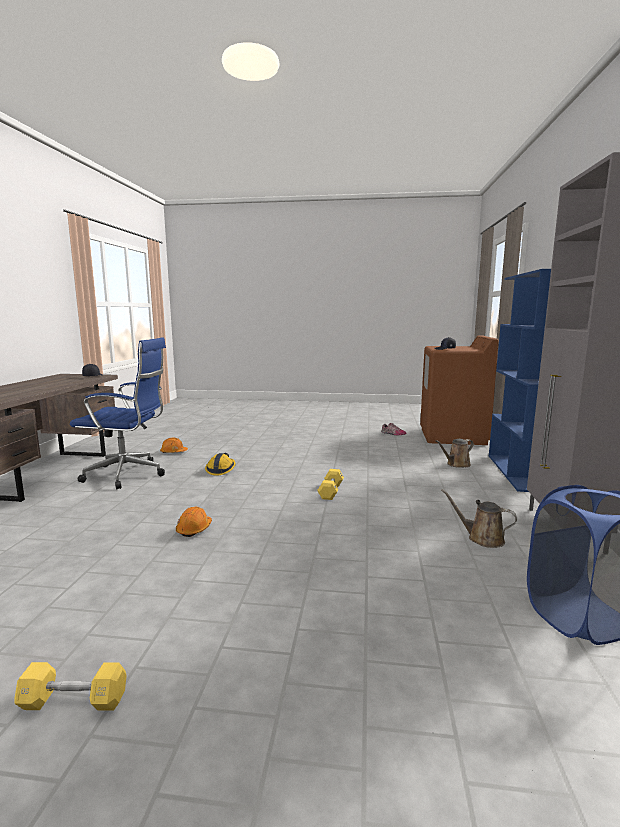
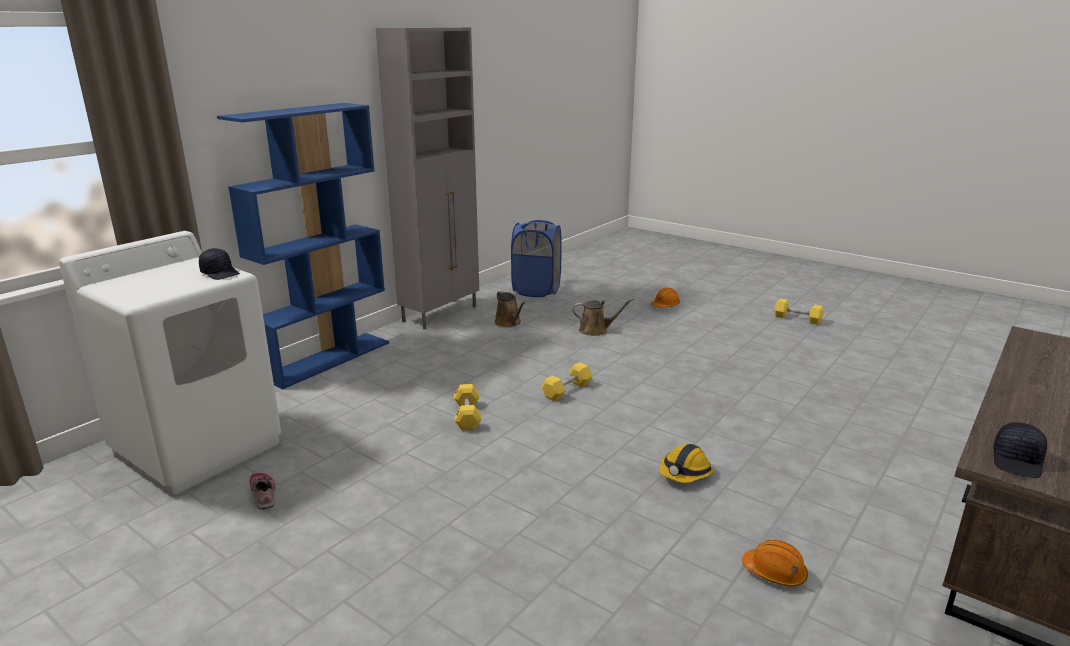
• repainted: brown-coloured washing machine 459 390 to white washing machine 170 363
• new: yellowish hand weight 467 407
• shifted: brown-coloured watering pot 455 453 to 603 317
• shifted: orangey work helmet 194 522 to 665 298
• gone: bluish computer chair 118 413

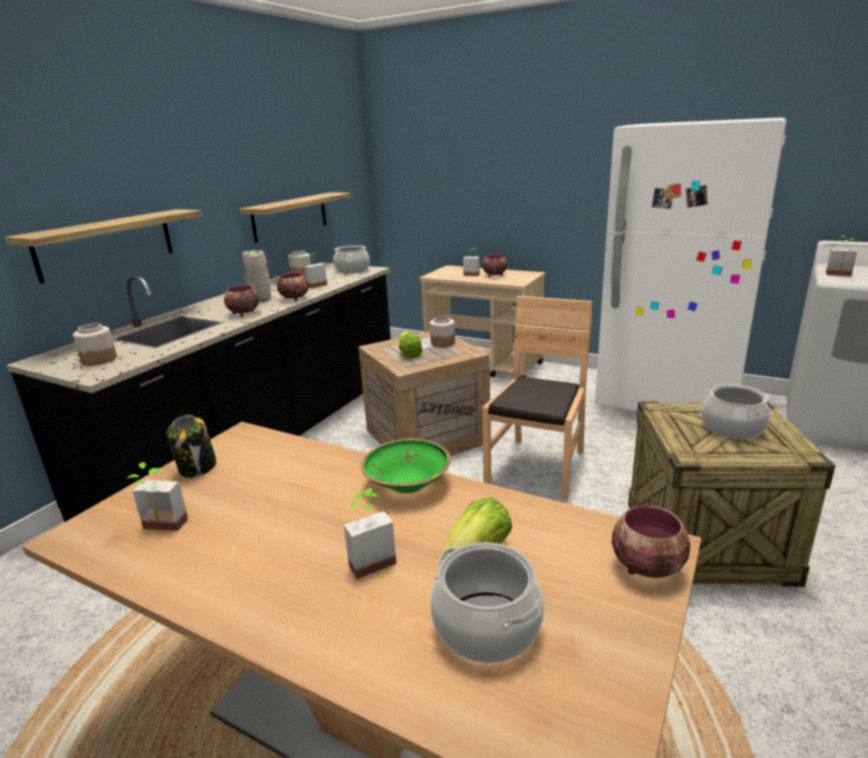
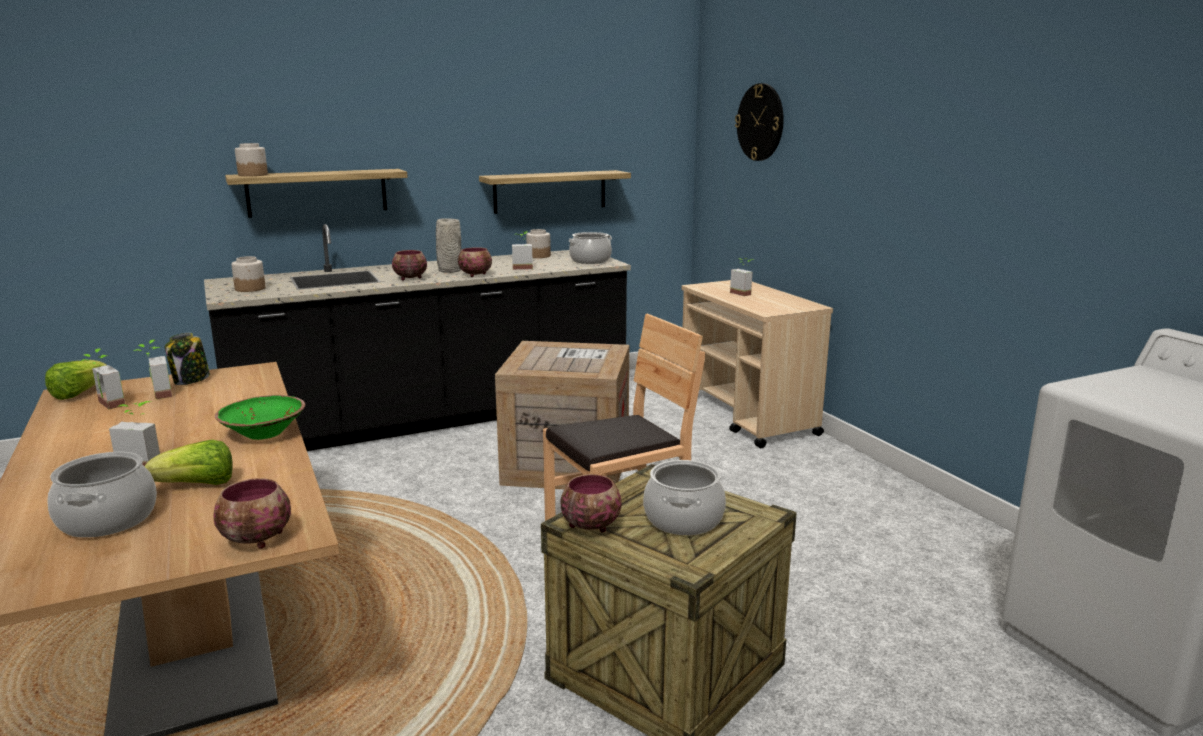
• shifted: lettuce 410 344 to 76 380
• shifted: plant in a pot 841 255 to 153 369
• shifted: preserve jar 442 331 to 251 159
• shifted: serving bowl 494 266 to 591 503
• new: hanging clock 759 122
• gone: white refrigerator 690 264

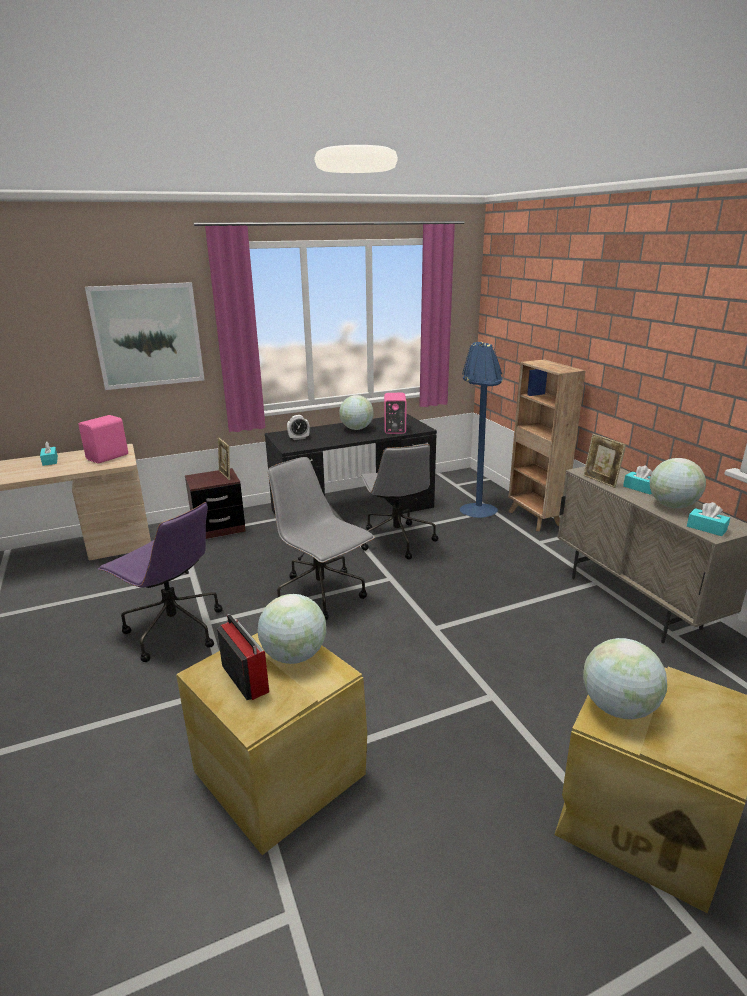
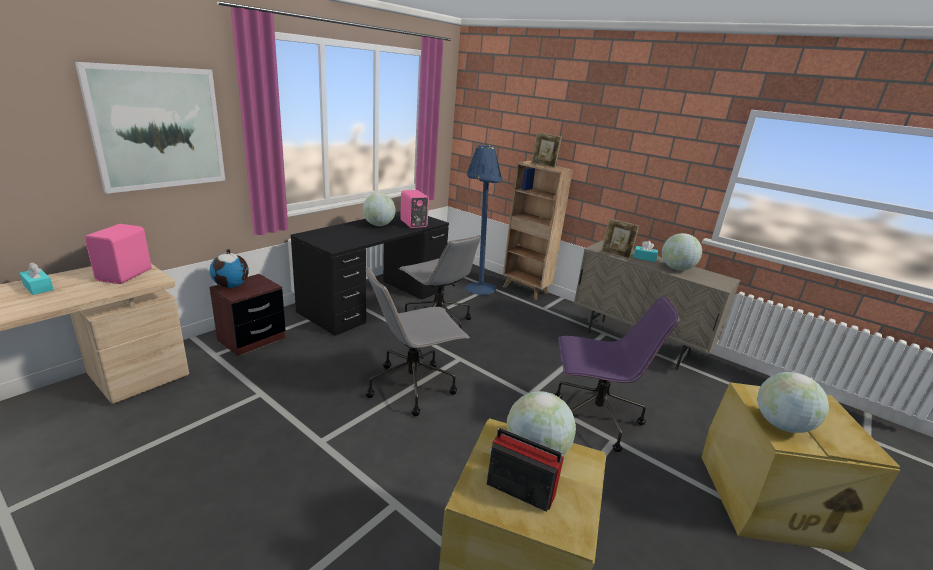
• new: globe 229 268
• rotated: gray computer chair 321 538 = 418 341 45 degrees counterclockwise
• shifted: standing frame 224 458 to 546 150
• shifted: purple computer chair 160 582 to 617 374
• gone: alarm clock 298 427
• gone: turquoise box of tissues 708 519

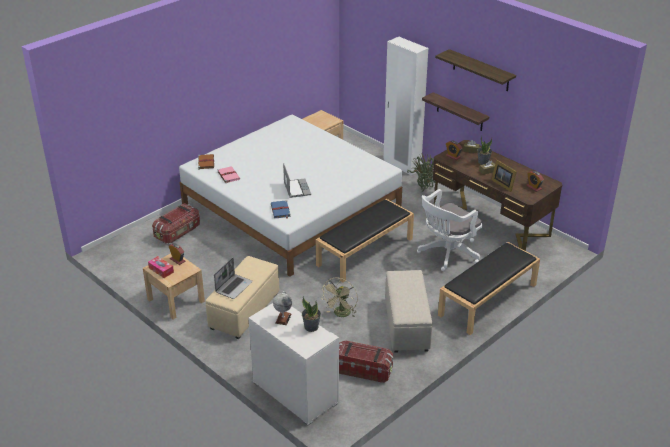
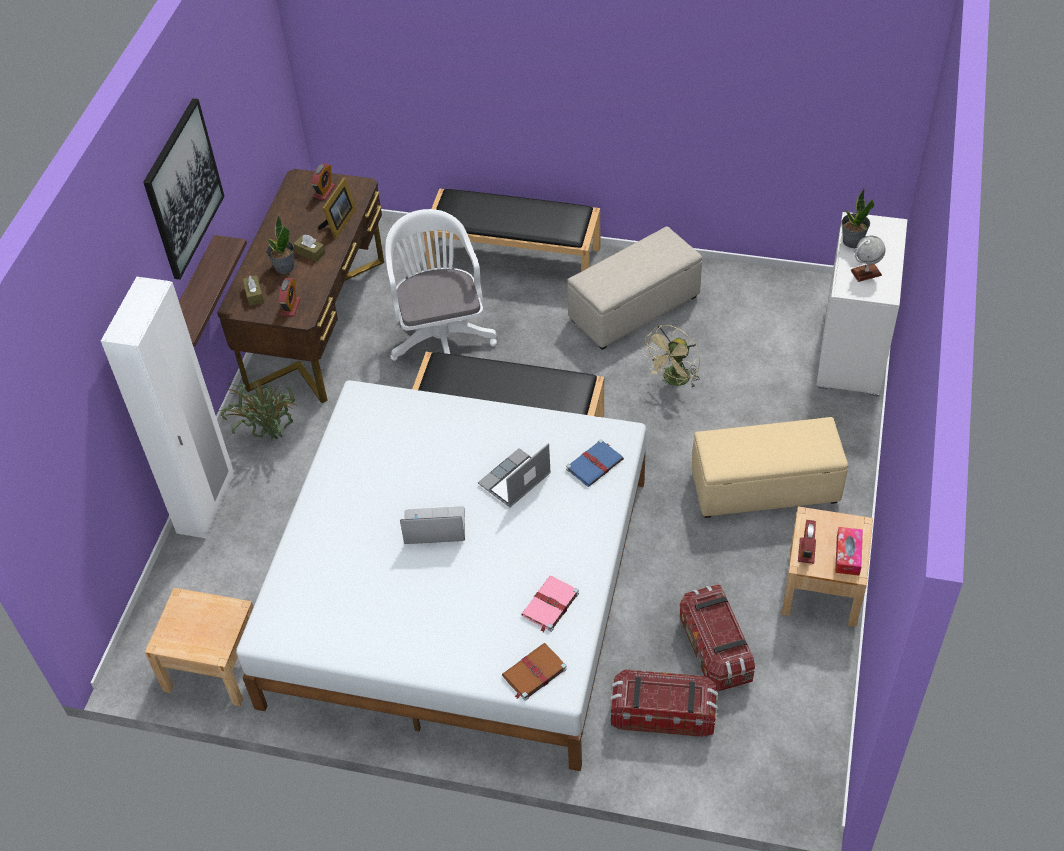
• swapped: bracket shelf 475 70 to wall picture 183 189
• rotated: white computer chair 449 230 = 441 285 120 degrees counterclockwise
• shifted: notebook computer 233 278 to 432 525
• rotated: beige-coloured electric fan 340 297 = 671 356 135 degrees clockwise
• shifted: storage box 366 362 to 717 637

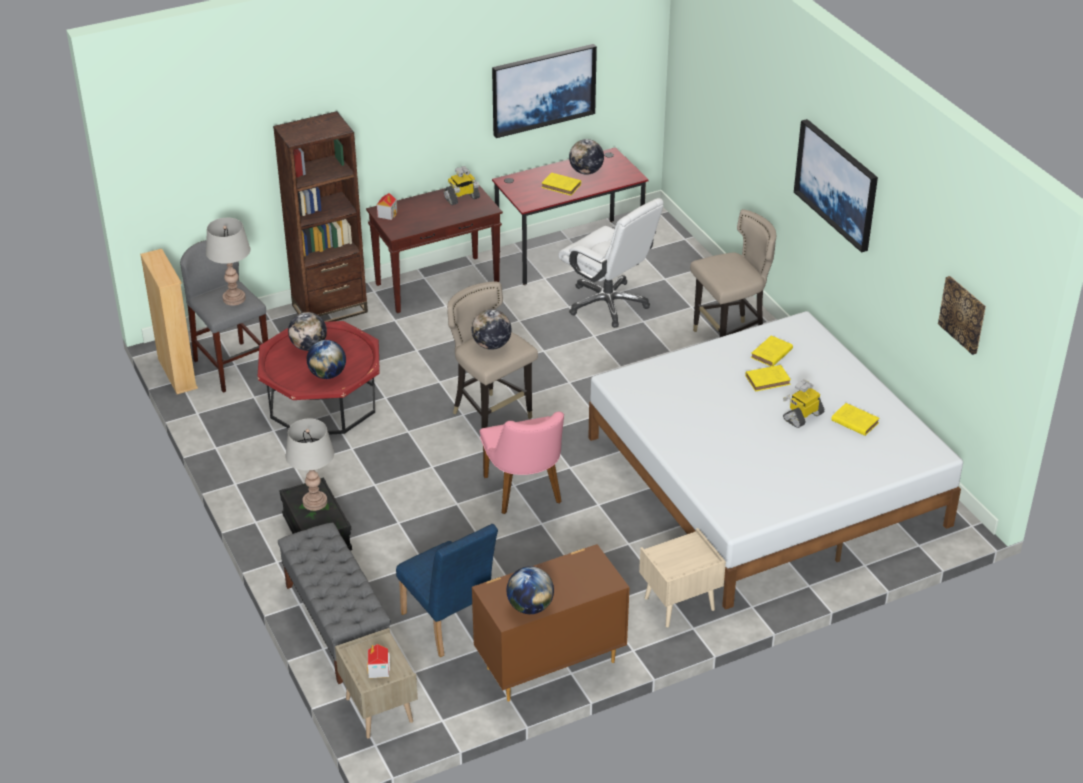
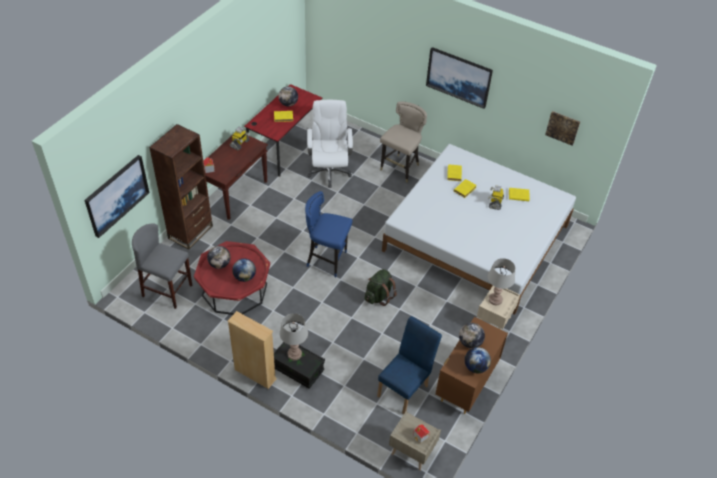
• shifted: wall picture 544 91 to 117 196
• shifted: beige-coloured bookcase 169 321 to 252 350
• repainted: beige-coloured stool 492 355 to bluish stool 329 234
• rotated: white computer chair 611 263 = 330 143 105 degrees counterclockwise
• swapped: pink chair 522 463 to green rucksack 381 287
• rotated: bluish chair 447 590 = 409 365 75 degrees counterclockwise
• shifted: globe 491 329 to 472 335
• shifted: gray table lamp 228 262 to 501 281
• gone: gray indoor bench 334 603

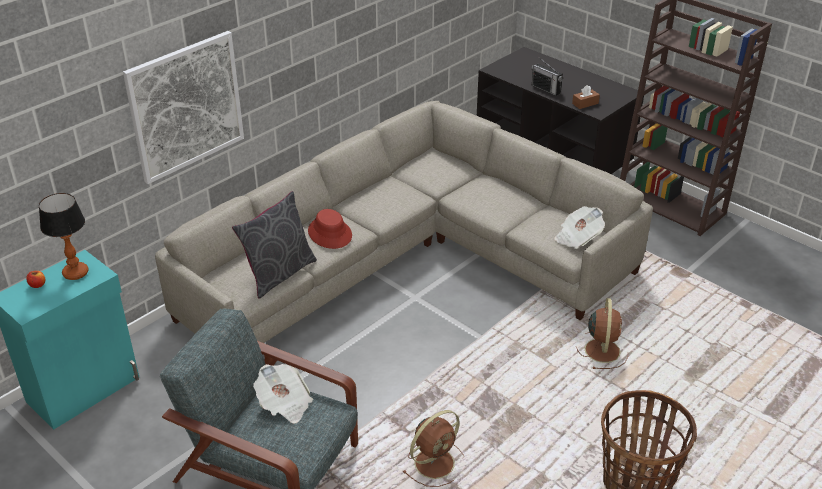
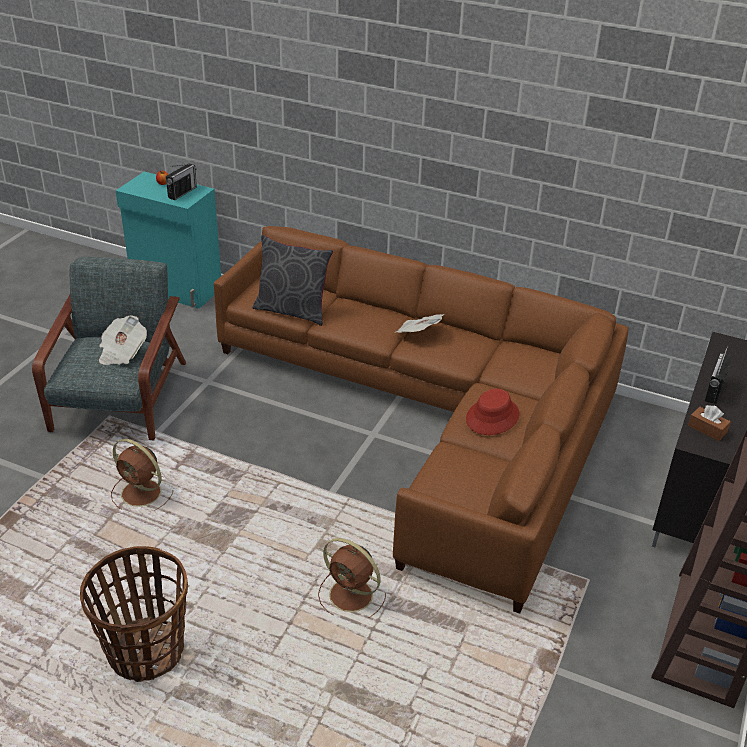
• swapped: table lamp 64 236 to radio receiver 181 182
• repainted: gray sofa 404 222 to brown-coloured sofa 421 420
• rotated: brown-coloured electric fan 602 333 = 352 578 45 degrees clockwise
• shifted: printed paper 579 227 to 420 323
• shifted: red-coloured hat 330 229 to 492 412
• gone: wall picture 183 107

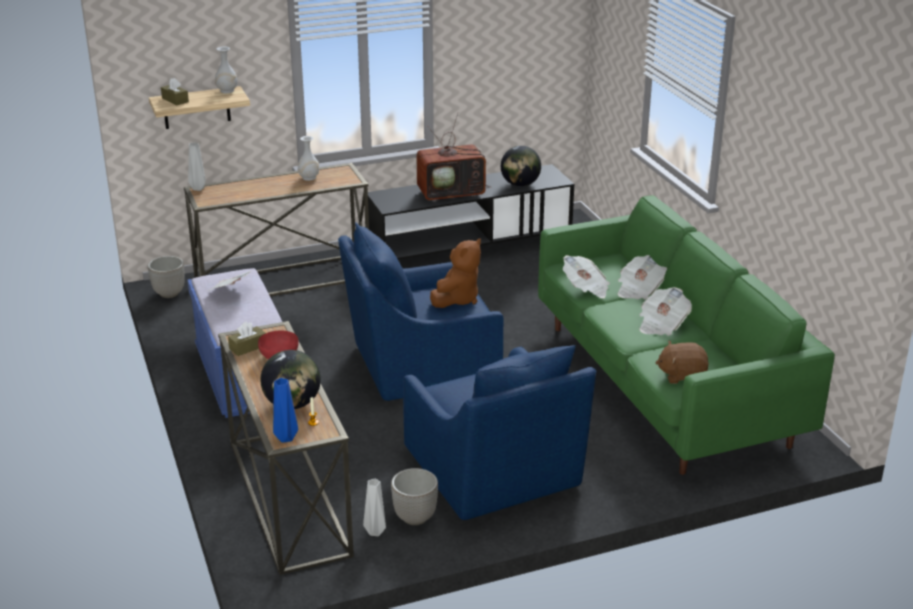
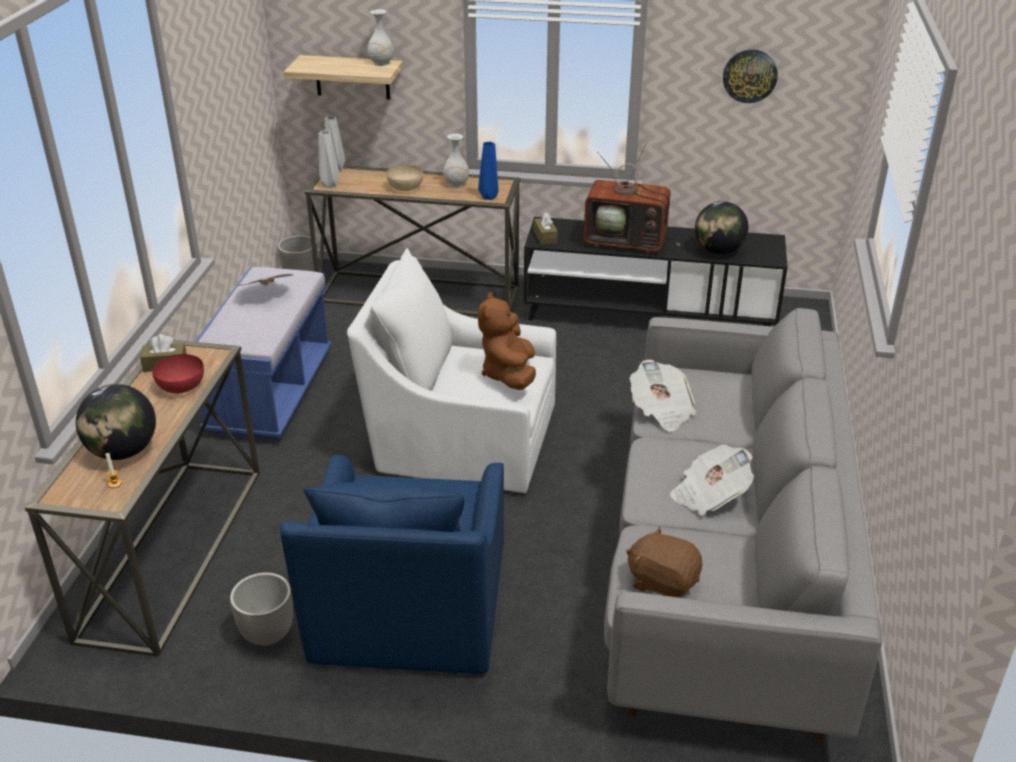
• shifted: gray vase 374 507 to 329 159
• repainted: bluish armchair 420 311 to white armchair 451 370
• new: beige-coloured serving bowl 404 178
• shifted: bluish vase 285 410 to 488 171
• rotated: brown-coloured soft toy 455 273 = 507 341 120 degrees clockwise
• shifted: brown-coloured box of tissues 175 91 to 546 228
• repainted: green sofa 686 335 to gray sofa 743 524
• new: hanging clock 750 76
• gone: printed paper 642 277

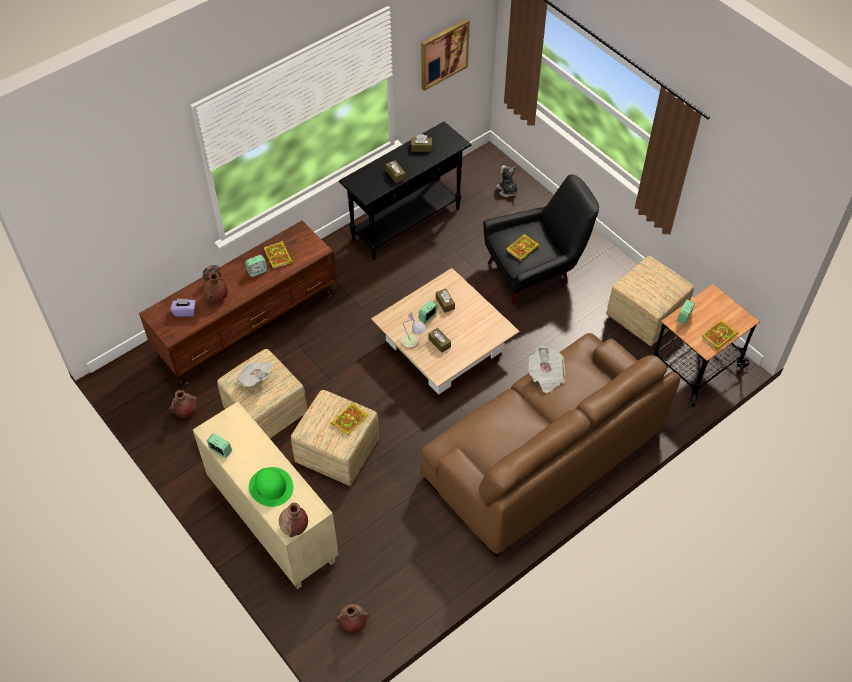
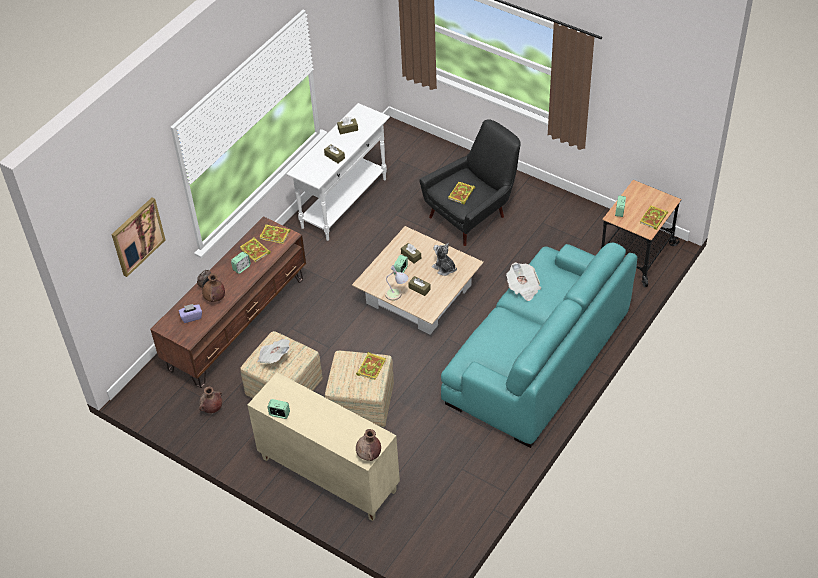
• shifted: wall picture 445 55 to 138 237
• new: volume 275 234
• repainted: black-coloured hall table 405 190 to white hall table 338 172
• shifted: soft toy 507 181 to 444 259
• repainted: brown-coloured sofa 550 445 to turquoise sofa 539 345
• gone: green hat 271 487
• gone: brown-coloured vase 352 618
• gone: ottoman 650 301

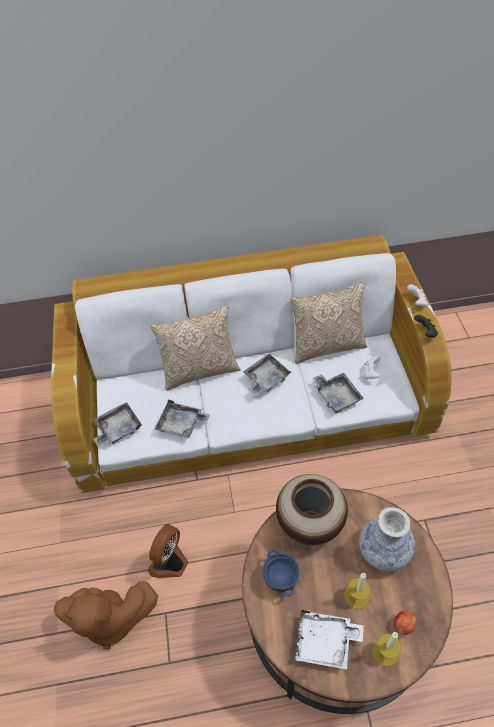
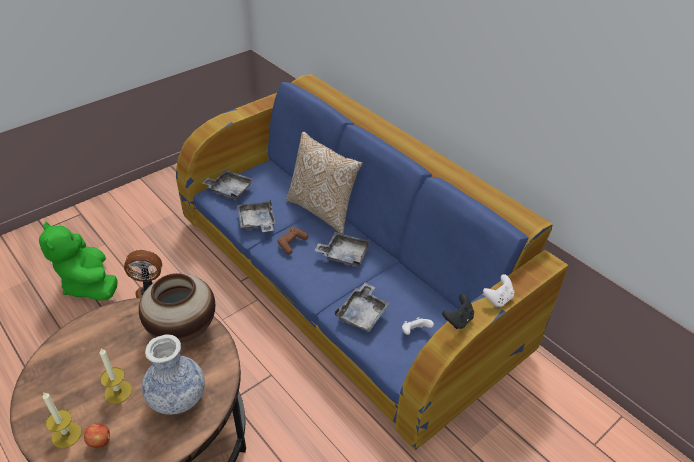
• repainted: brown-coloured soft toy 106 615 to green soft toy 78 261
• repainted: white sofa 251 364 to bluish sofa 372 262
• new: brown-coloured joypad 292 241
• gone: bluish serving bowl 281 573
• gone: cushion 328 322
• gone: white tray 329 639

